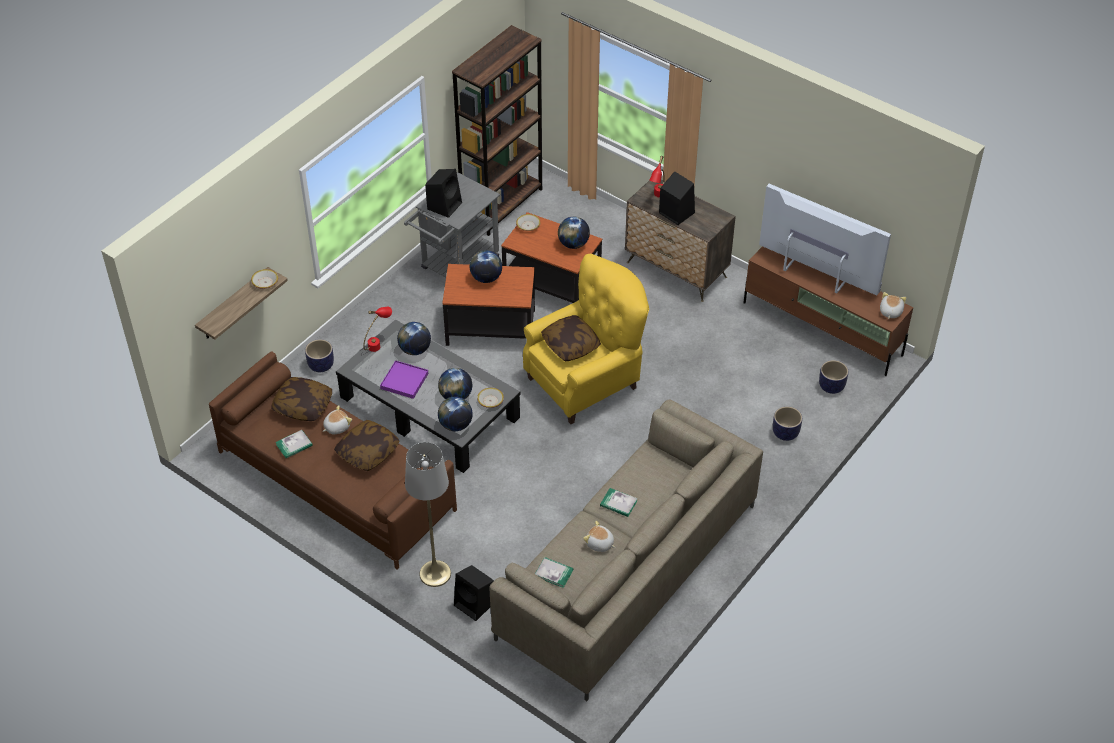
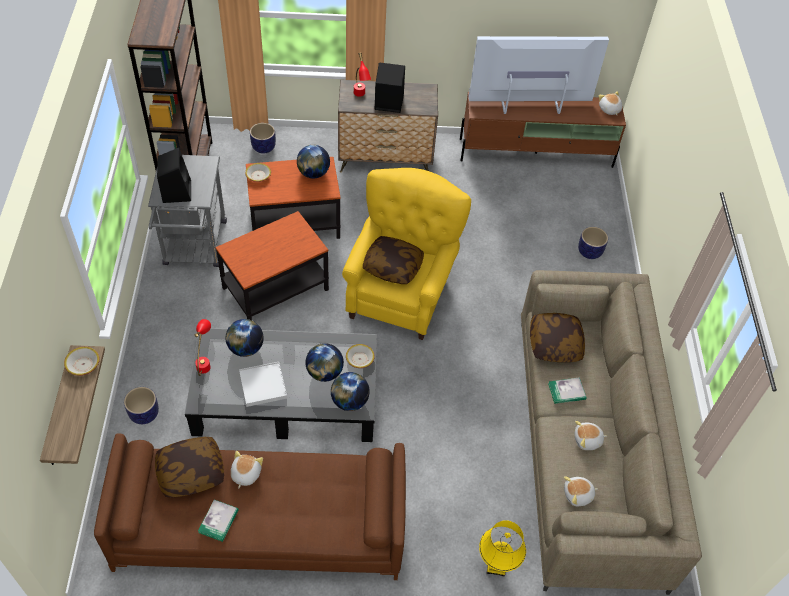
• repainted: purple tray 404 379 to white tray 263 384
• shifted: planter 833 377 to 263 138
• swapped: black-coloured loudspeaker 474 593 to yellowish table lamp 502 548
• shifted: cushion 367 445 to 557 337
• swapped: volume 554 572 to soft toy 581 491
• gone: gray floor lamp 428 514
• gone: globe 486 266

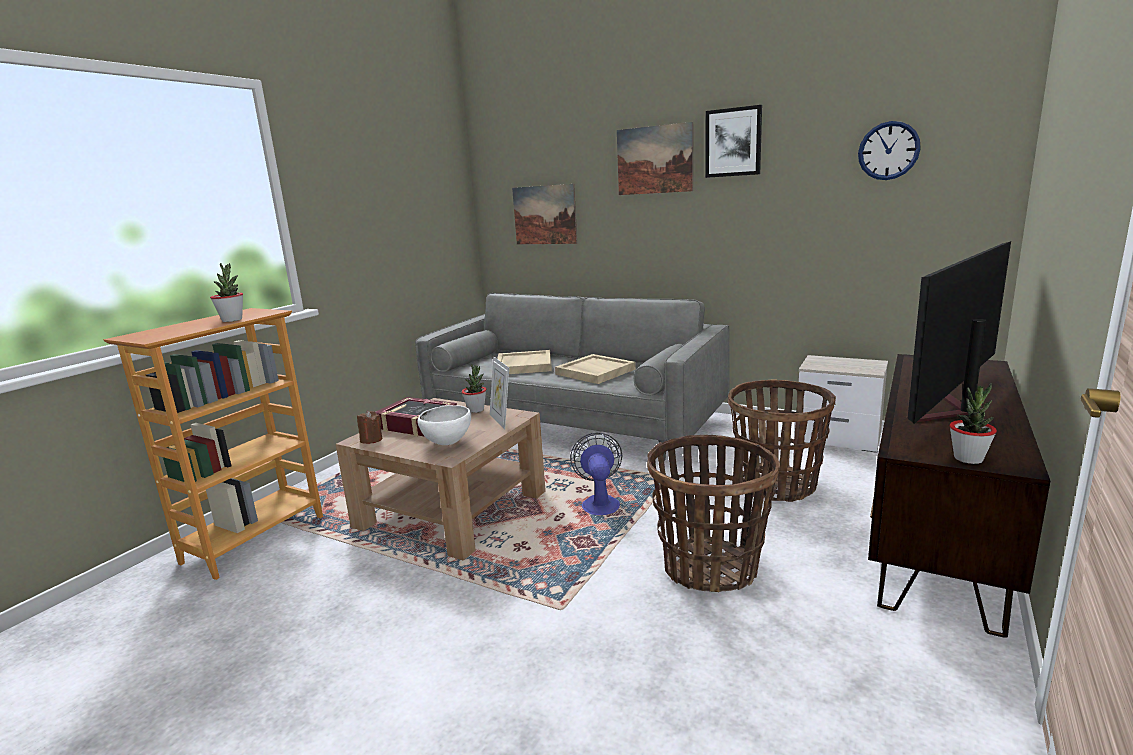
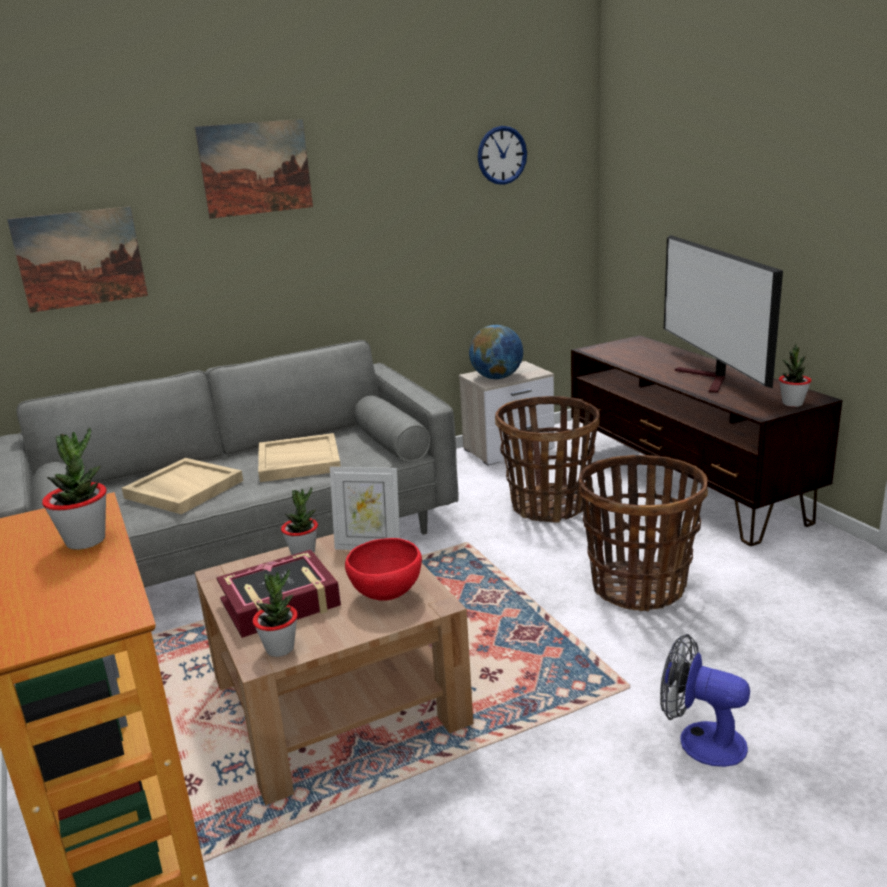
• swapped: brown-coloured candle 369 427 to plant in a pot 275 613
• repainted: white serving bowl 444 425 to red-coloured serving bowl 383 569
• new: globe 496 352
• shifted: electric fan 596 474 to 705 700
• gone: wall picture 733 141

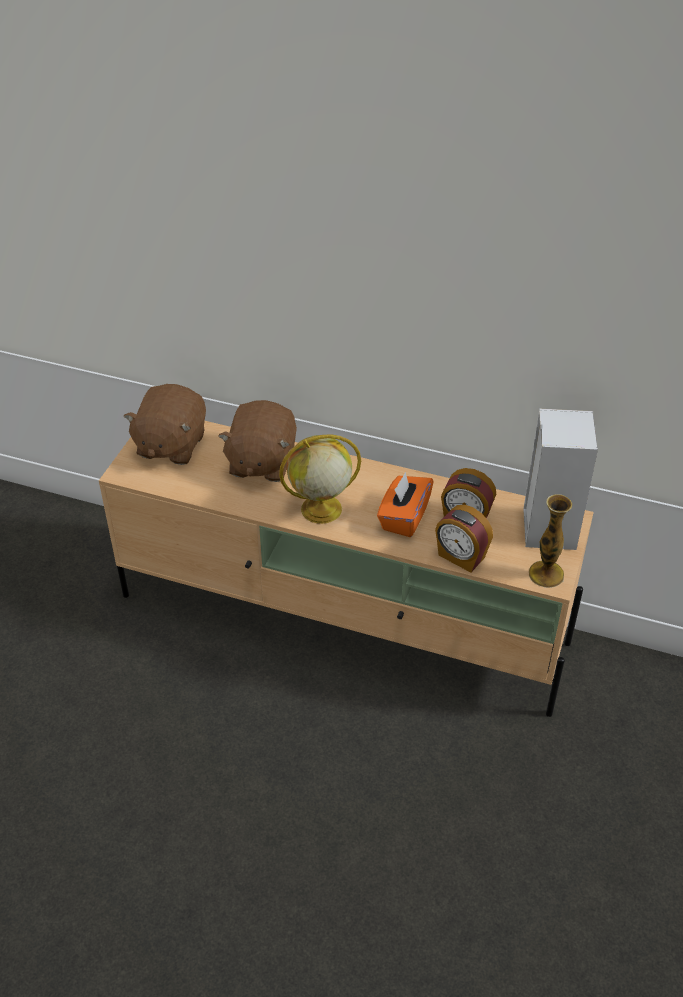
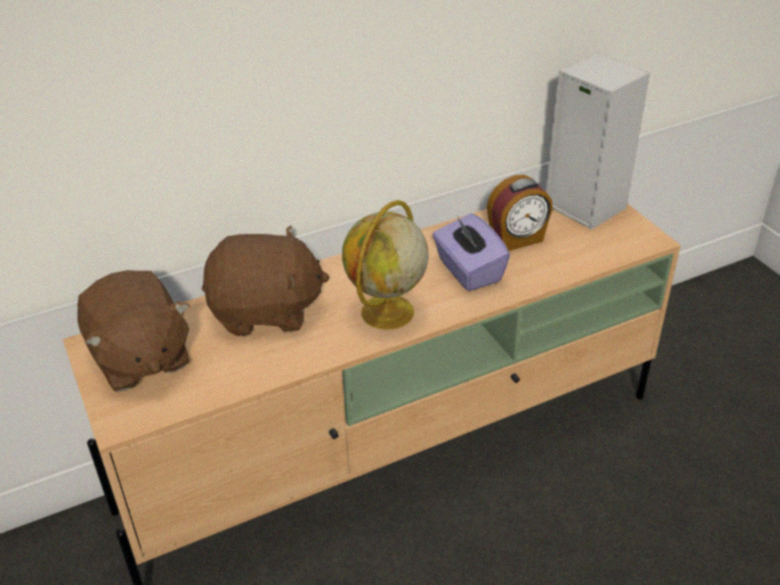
• rotated: brown-coloured soft toy 257 441 = 265 281 60 degrees counterclockwise
• repainted: orangey box of tissues 405 504 to purple box of tissues 471 252
• gone: alarm clock 464 538
• gone: vase 550 541

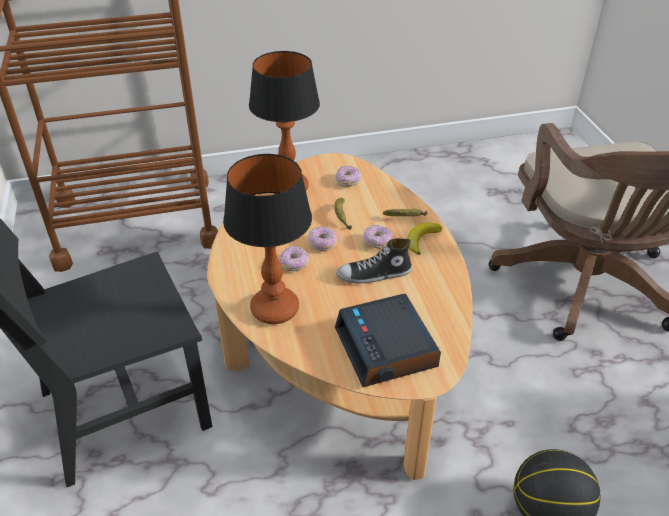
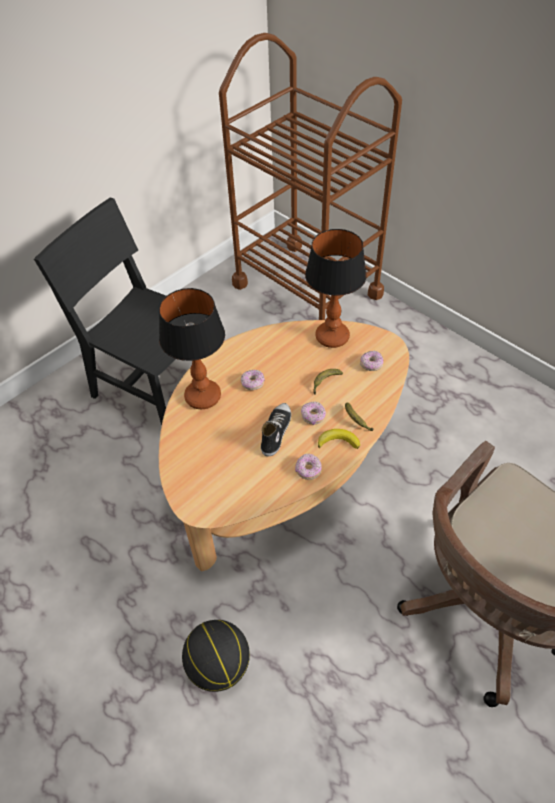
• rotated: item of footwear 374 260 = 276 429 60 degrees clockwise
• shifted: ring doughnut 323 239 to 308 467
• gone: alarm clock 388 340

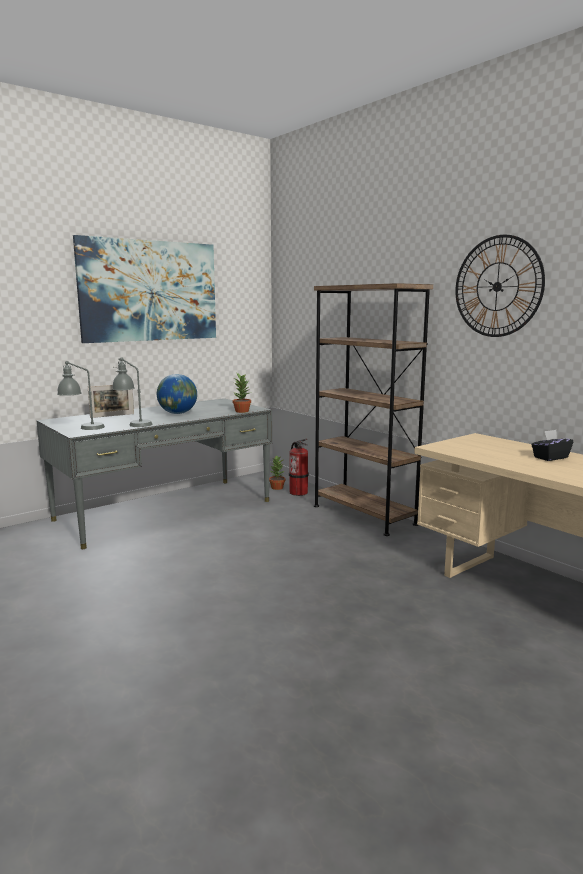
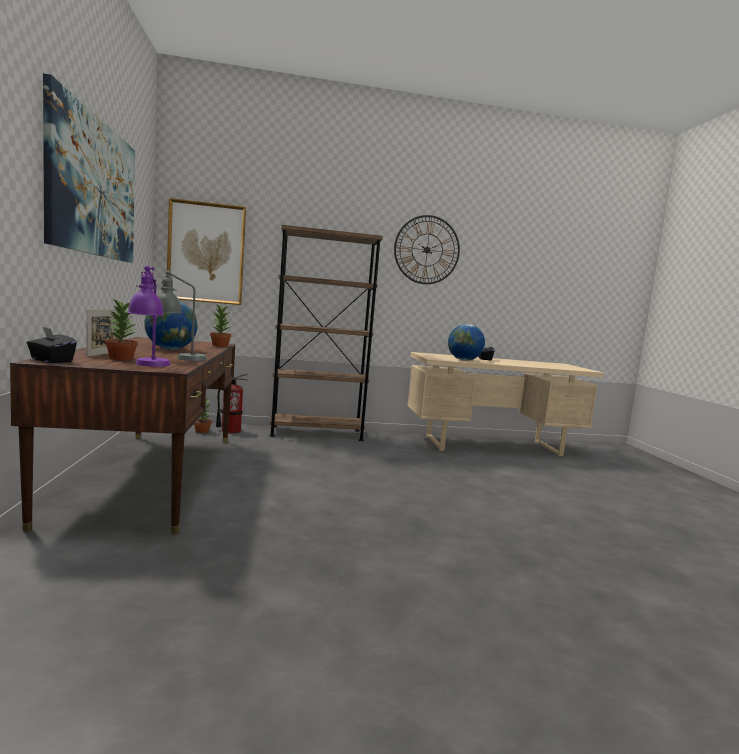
• repainted: gray desk unit 155 473 to brown-coloured desk unit 122 435
• new: black-coloured box of tissues 52 345
• new: plant in a pot 121 329
• repainted: gray table lamp 81 395 to purple table lamp 149 316
• new: wall picture 206 251
• new: globe 466 342

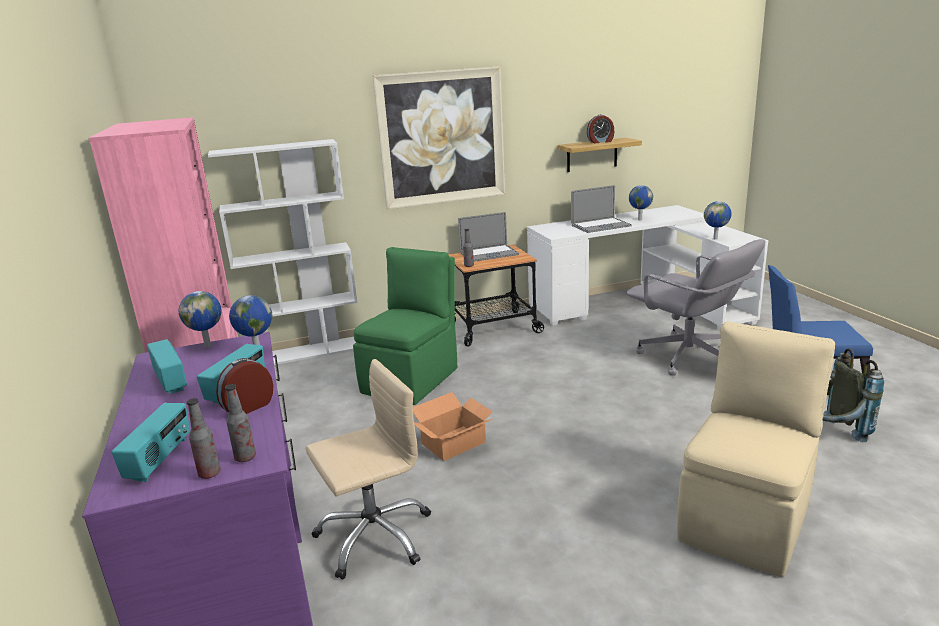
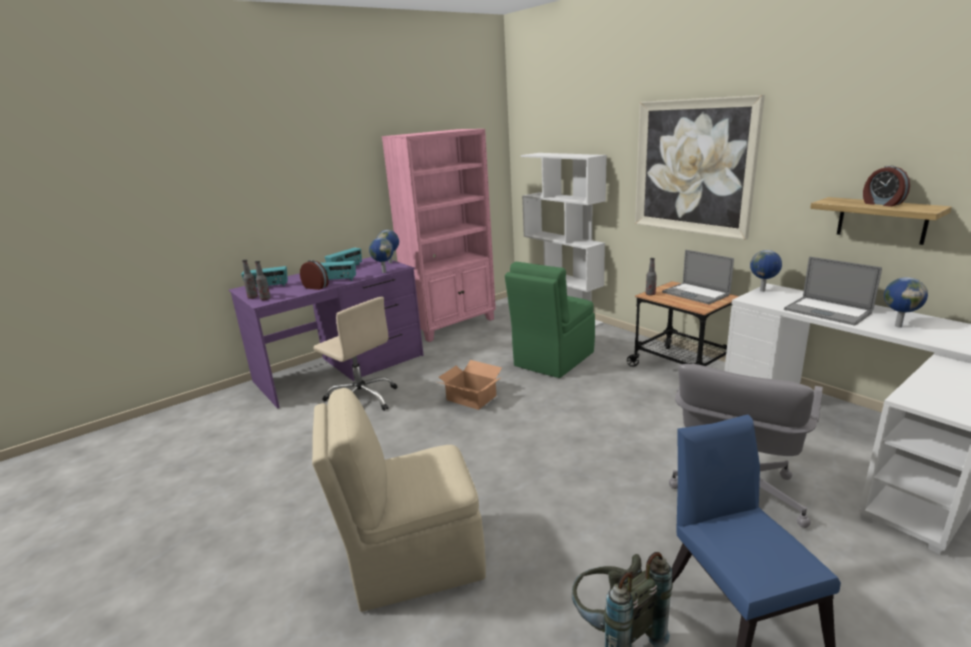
• rotated: beige-coloured chair 756 449 = 399 500 150 degrees clockwise
• rotated: green chair 405 326 = 550 320 120 degrees clockwise
• shifted: globe 718 220 to 766 271

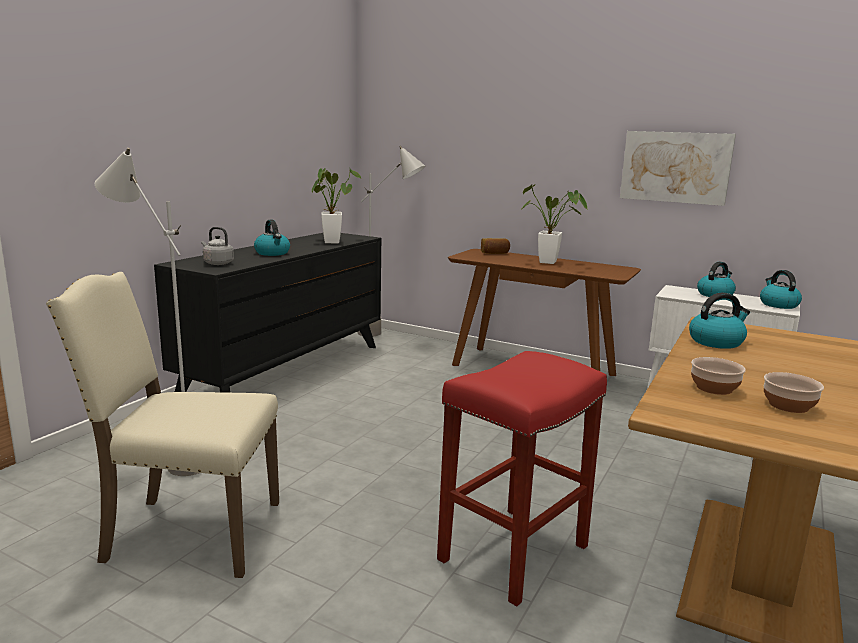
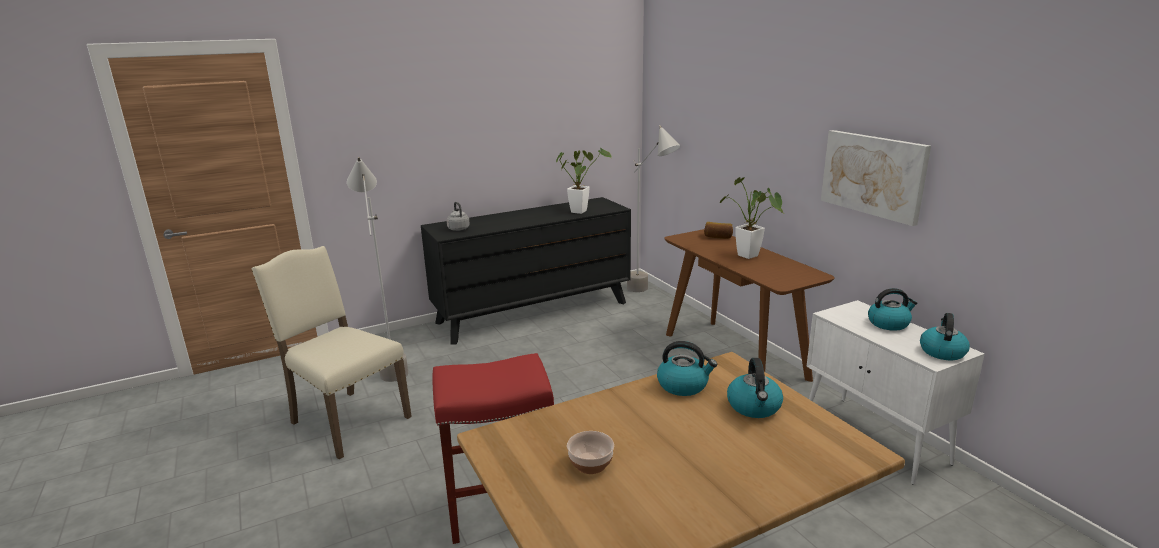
• shifted: water kettle 272 238 to 755 388
• gone: serving bowl 718 376

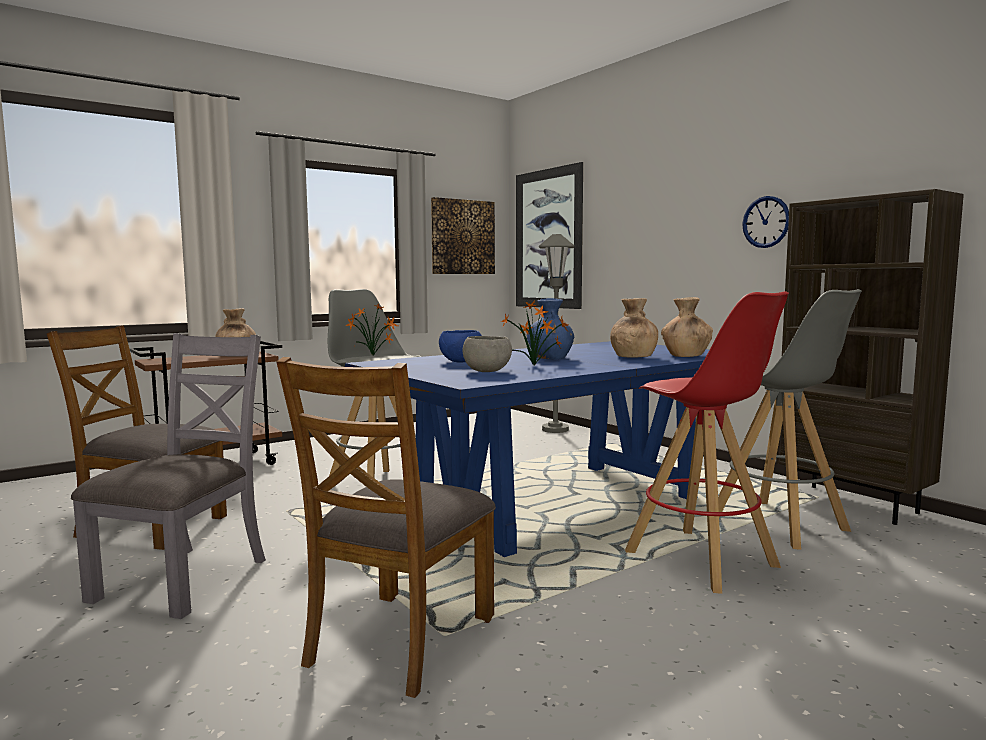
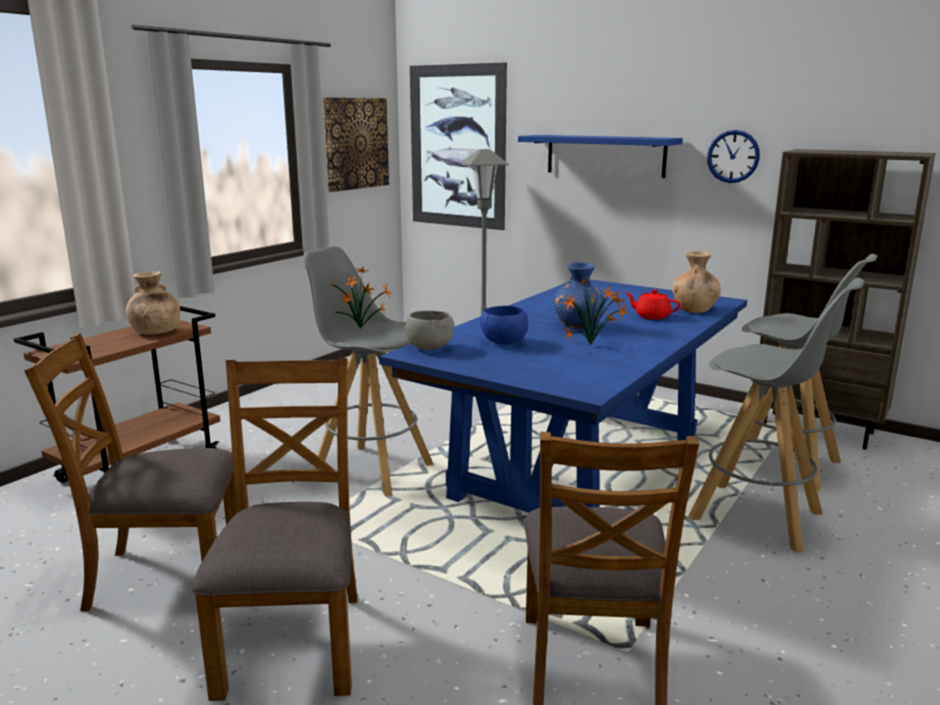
• repainted: gray chair 168 476 to brown-coloured chair 275 529
• shifted: gray serving bowl 487 354 to 430 330
• new: bluish bracket shelf 600 156
• swapped: brown-coloured vase 634 328 to red-coloured tea pot 652 304
• repainted: red-coloured stool 707 442 to gray stool 776 415

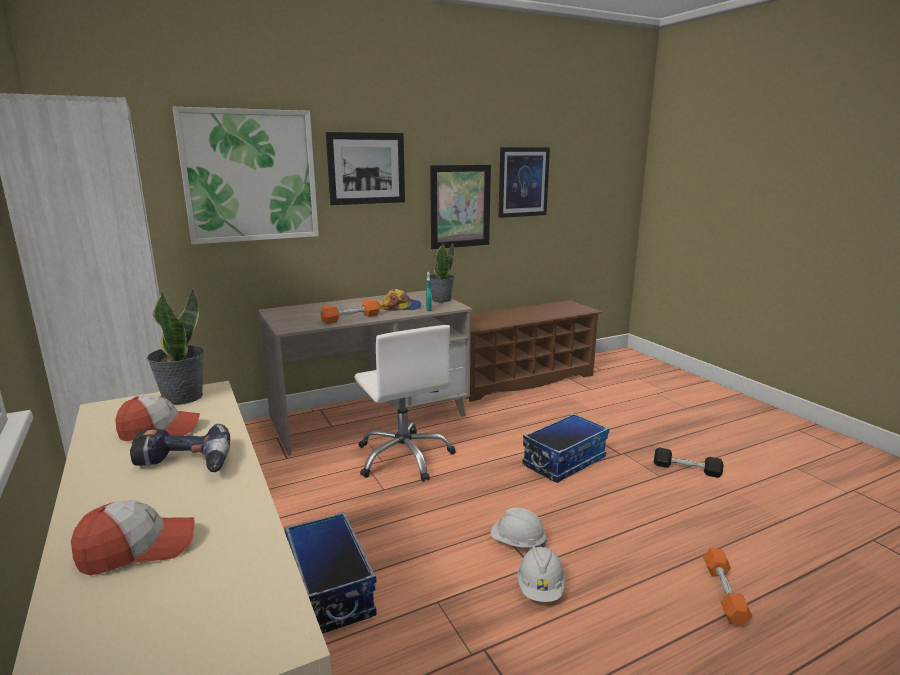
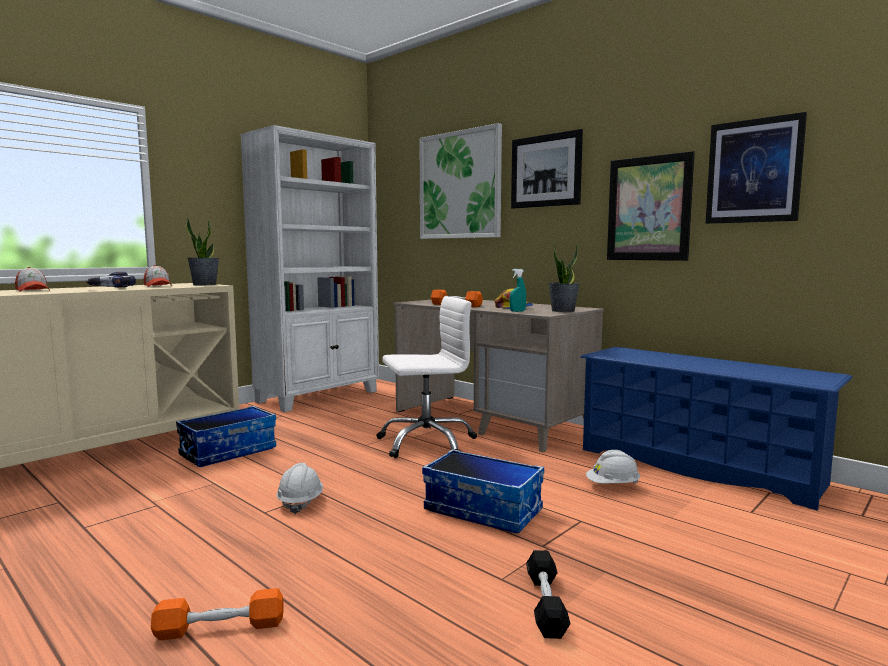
• rotated: white computer chair 405 403 = 426 377 150 degrees counterclockwise
• repainted: brown-coloured shoe rack 534 351 to bluish shoe rack 716 428
• shifted: white work helmet 541 574 to 613 467

